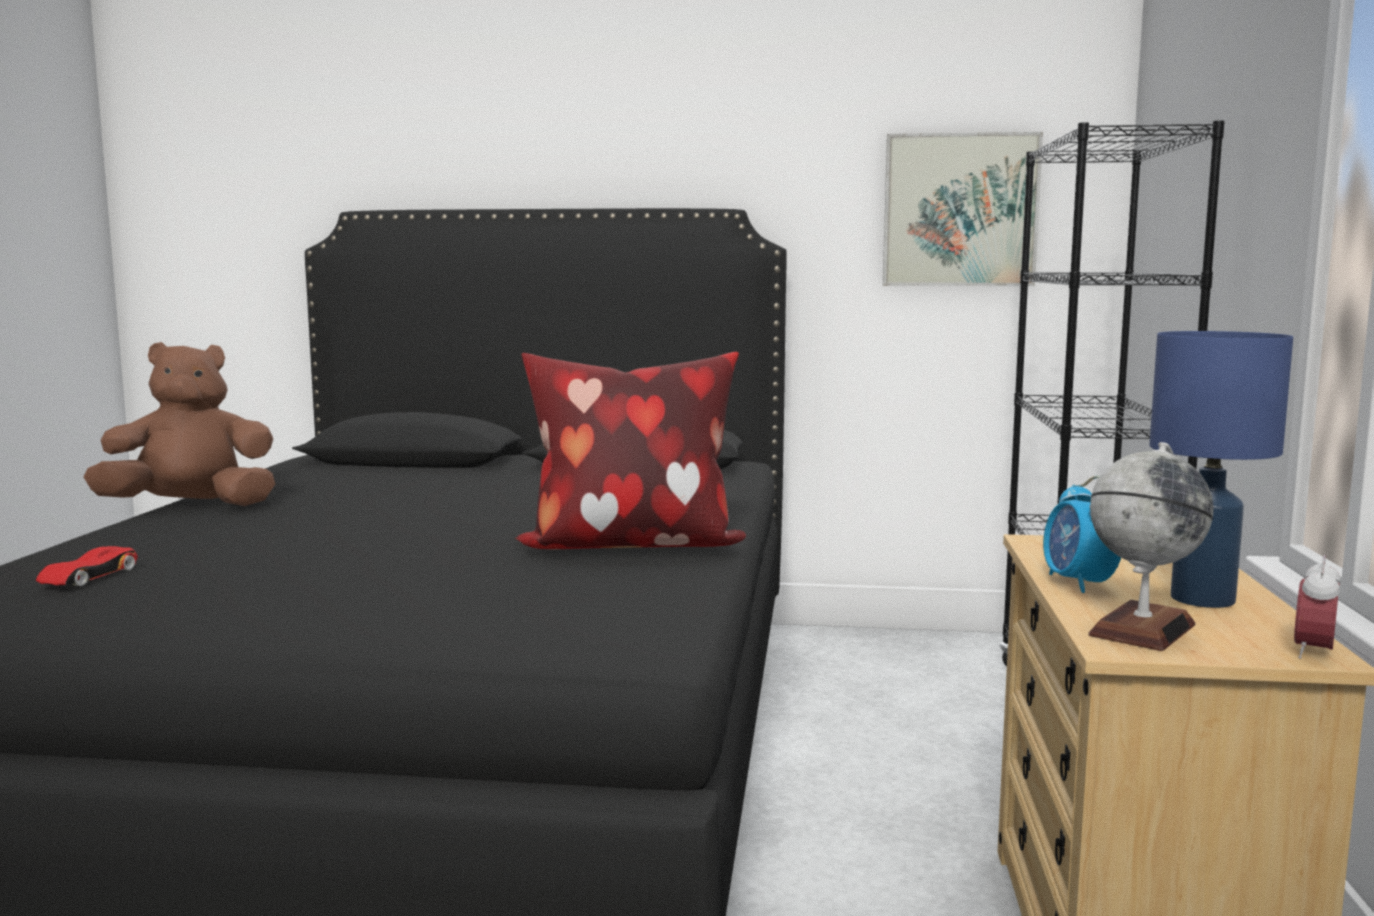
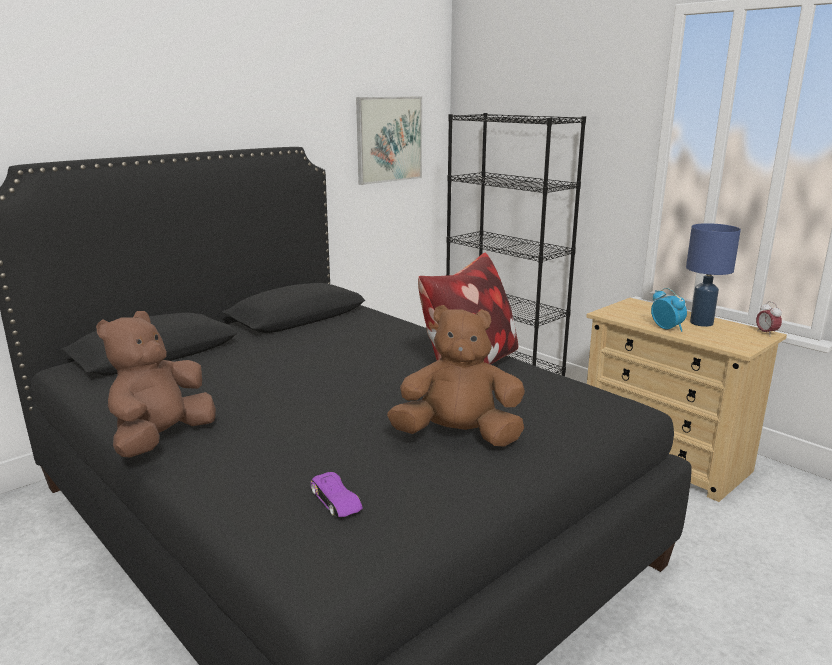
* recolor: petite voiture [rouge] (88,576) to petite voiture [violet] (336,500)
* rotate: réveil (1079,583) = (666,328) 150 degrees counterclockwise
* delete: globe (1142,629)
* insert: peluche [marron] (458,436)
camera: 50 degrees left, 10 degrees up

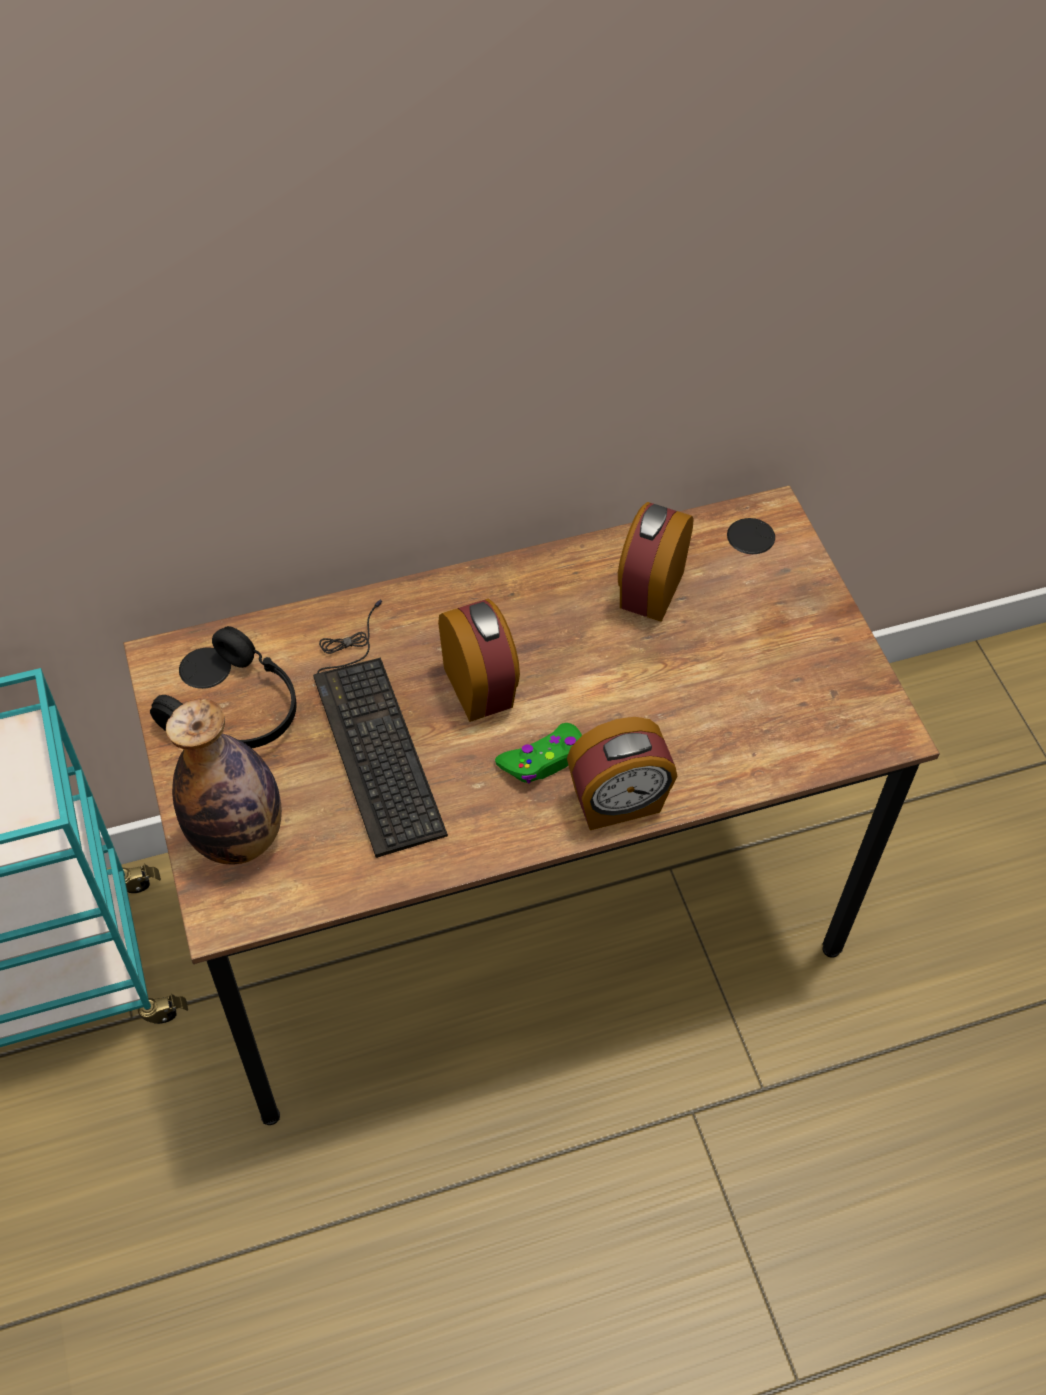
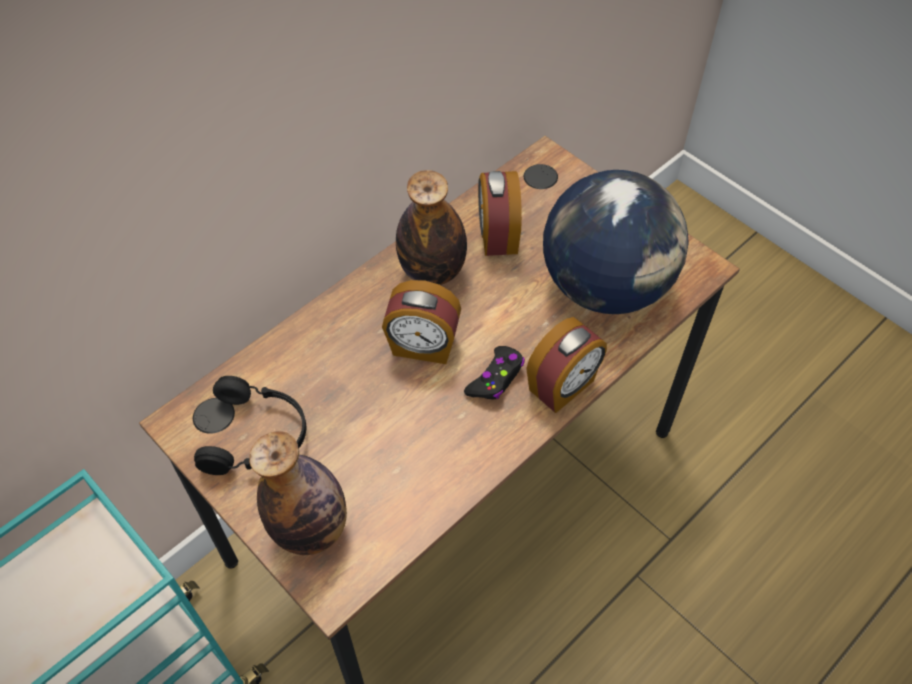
* delete: clavier (374,730)
* rotate: réveil (480,687) = (423,346) 150 degrees clockwise
* recolor: manette [vert] (543,760) to manette [noir] (496,378)
* insert: bouteille (432,271)
* insert: globe (605,286)
camera: 25 degrees left, 0 degrees up

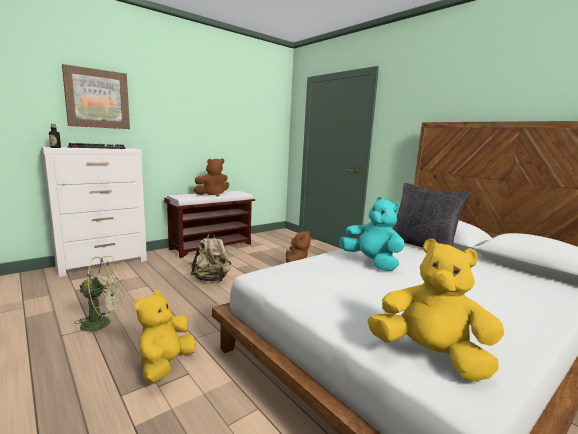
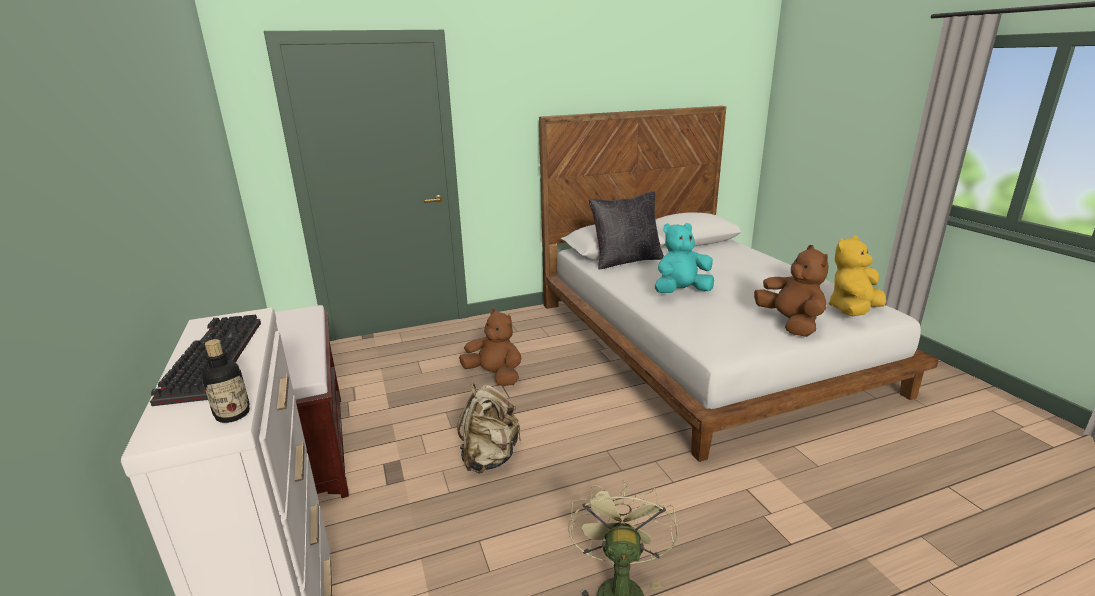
* delete: tableau (97,99)
* delete: peluche [jaune] (165,365)
* move: peluche [marron] (212,194) to (790,324)
camera: 70 degrees left, 10 degrees up

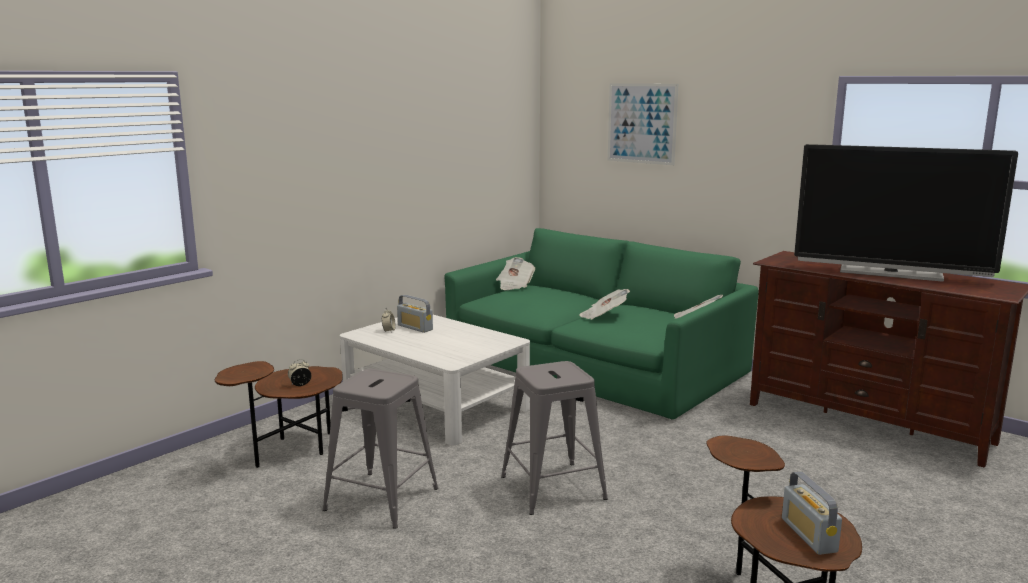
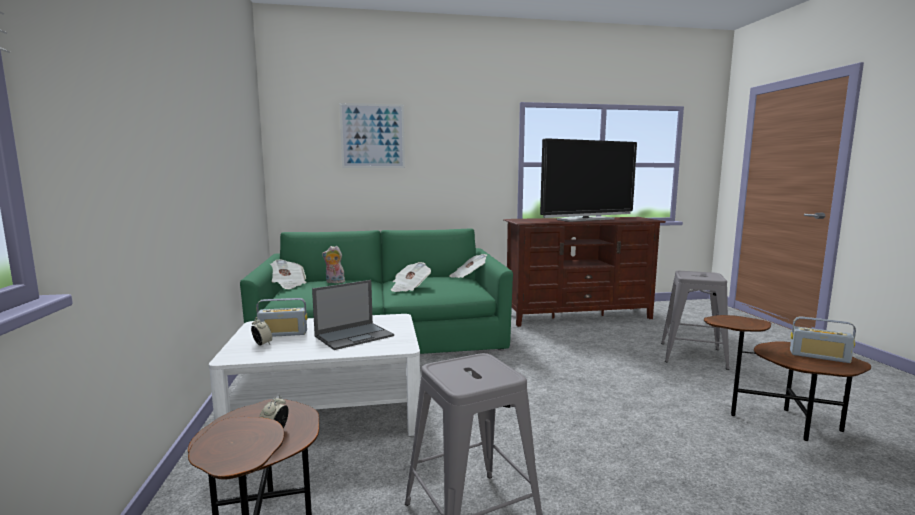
* move: tabouret [gris] (552,487) to (692,355)
* insert: ordinateur portable (355,336)
* insert: peluche (334,282)
camera: 50 degrees left, 5 degrees down

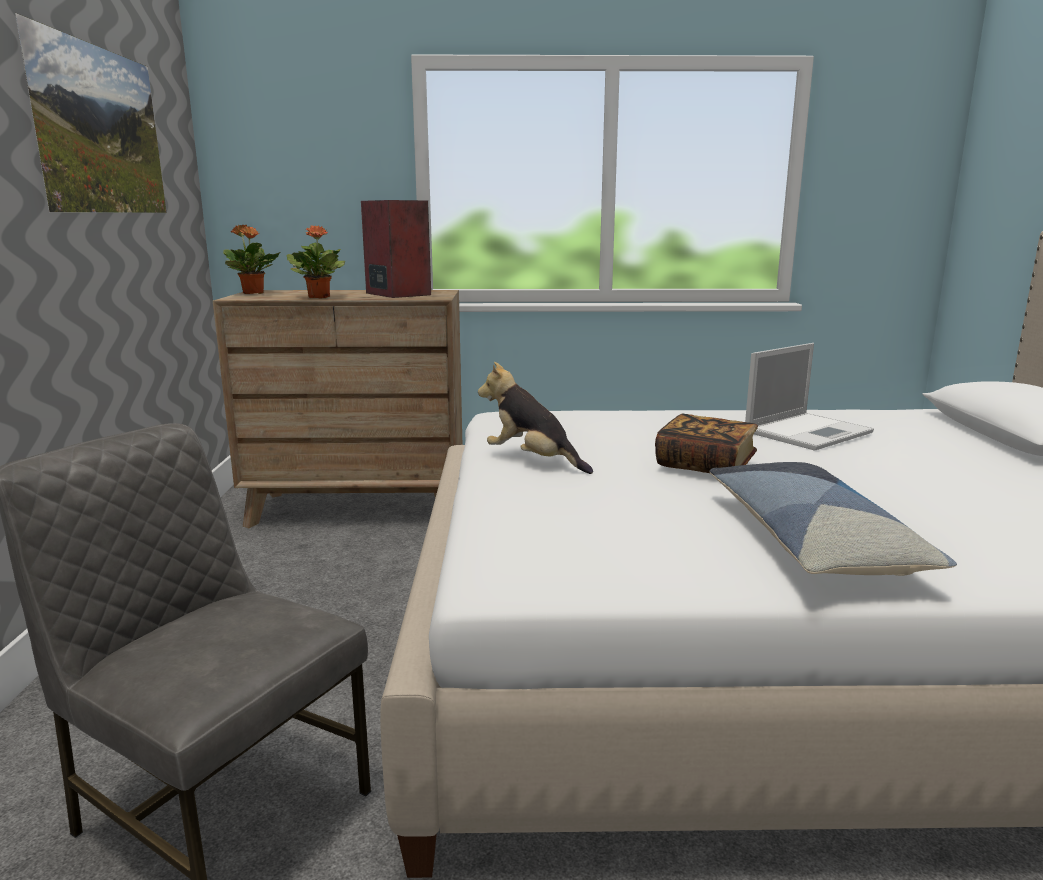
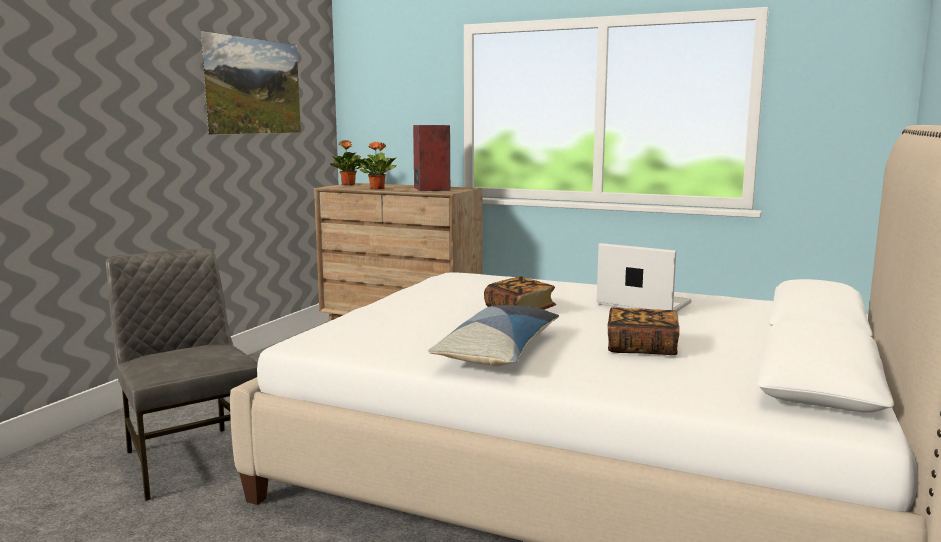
* delete: peluche (532,461)
* rotate: ordinateur portable (809,432) = (642,303) 135 degrees counterclockwise
* insert: livre (642,348)
camera: 25 degrees right, 5 degrees down

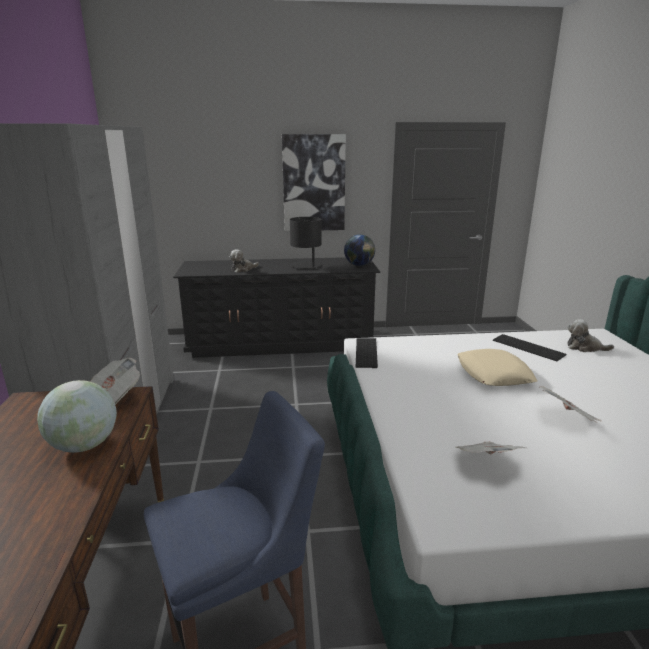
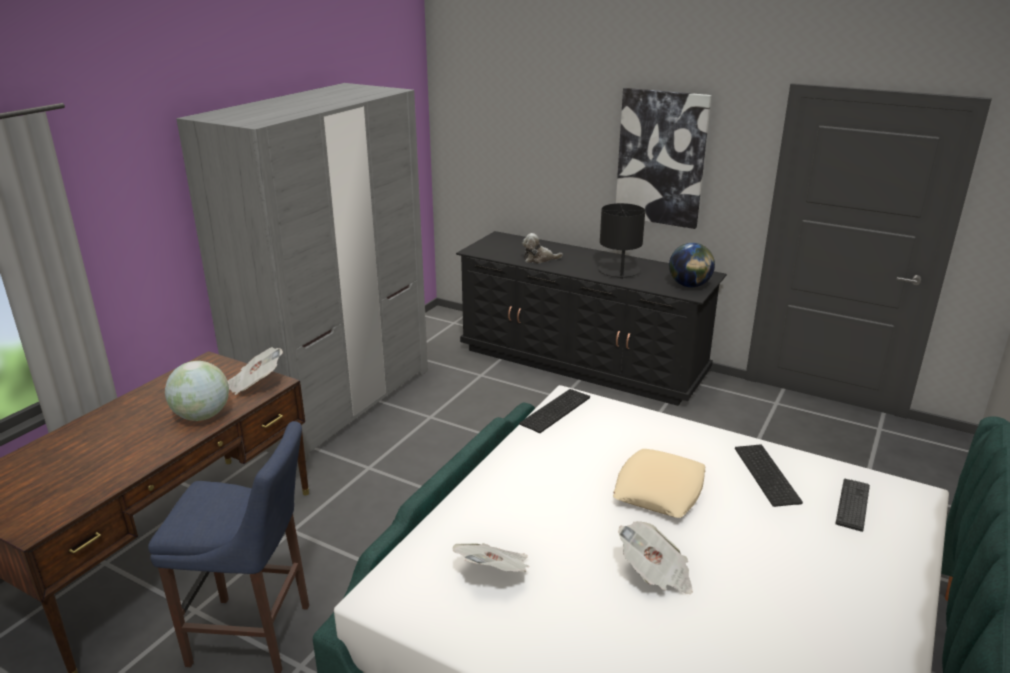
* replace: peluche (584,347) to clavier (852,505)
camera: 35 degrees right, 5 degrees up

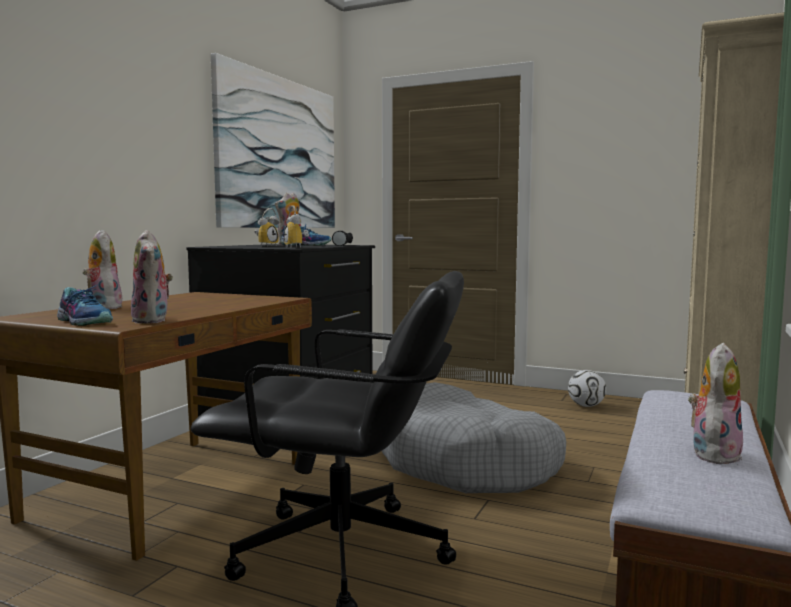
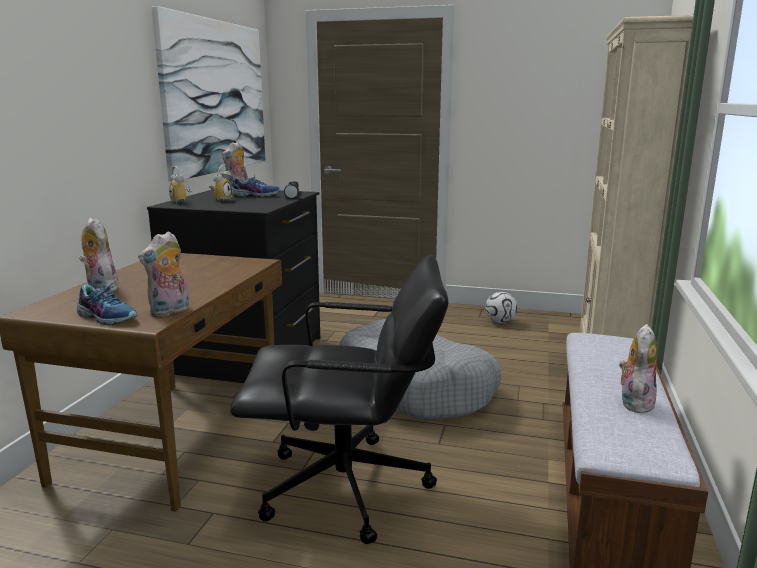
* rotate: peluche (153,320) = (170,311) 75 degrees clockwise
* move: réveil (297,247) to (182,202)
camera: 10 degrees left, 10 degrees up

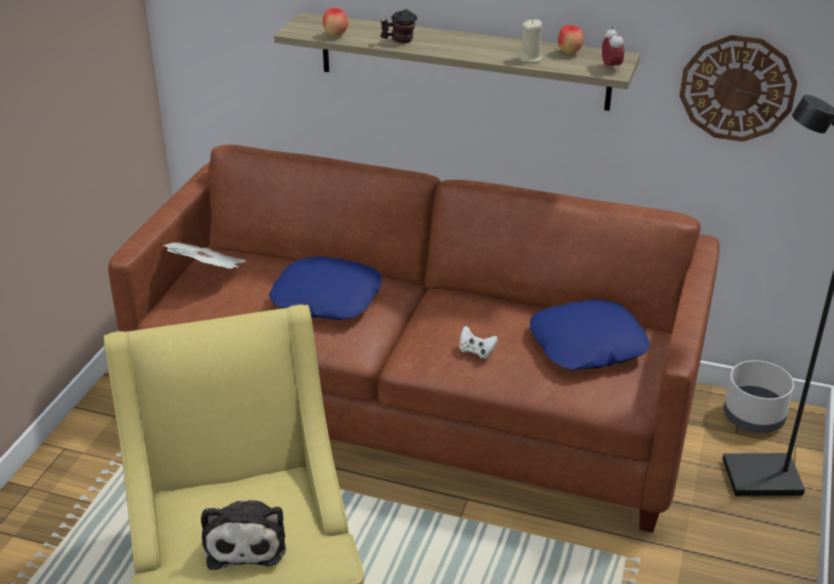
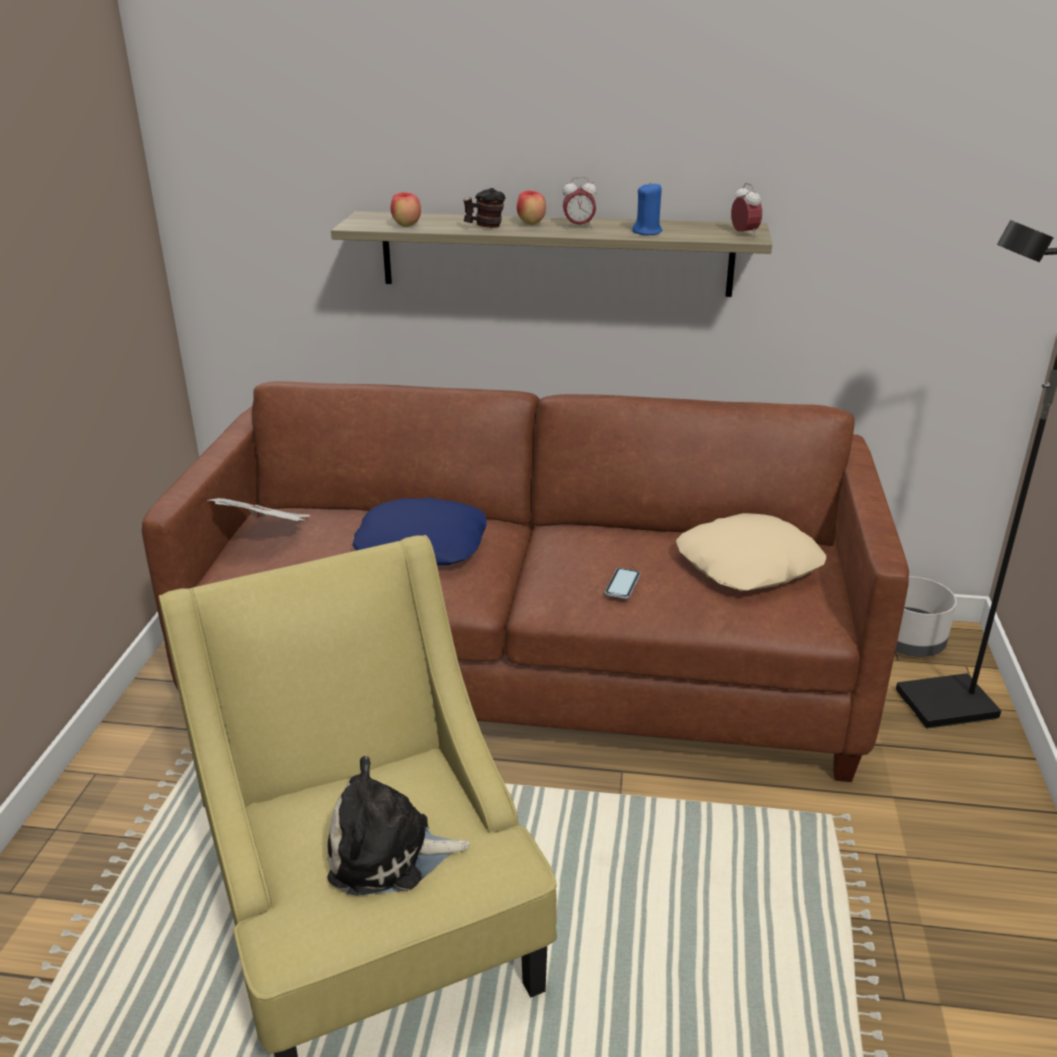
* rotate: peluche (246,541) = (388,853) 105 degrees clockwise
* replace: manette [blanc] (476,351) to téléphone (622,585)
* recolor: bougie [beige] (530,58) to bougie [bleu] (647,232)
* recolor: coussin [bleu] (588,345) to coussin [beige] (749,565)
* move: pomme (569,53) to (531,224)
* delete: horloge murale (737,88)
* insert: réveil (579,227)
camera: 10 degrees left, 5 degrees down

